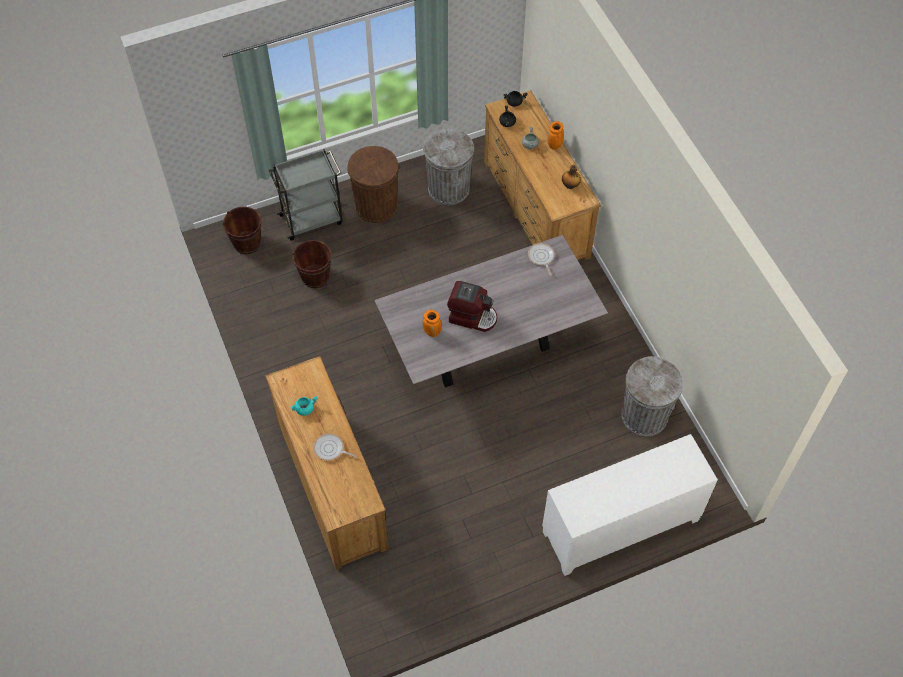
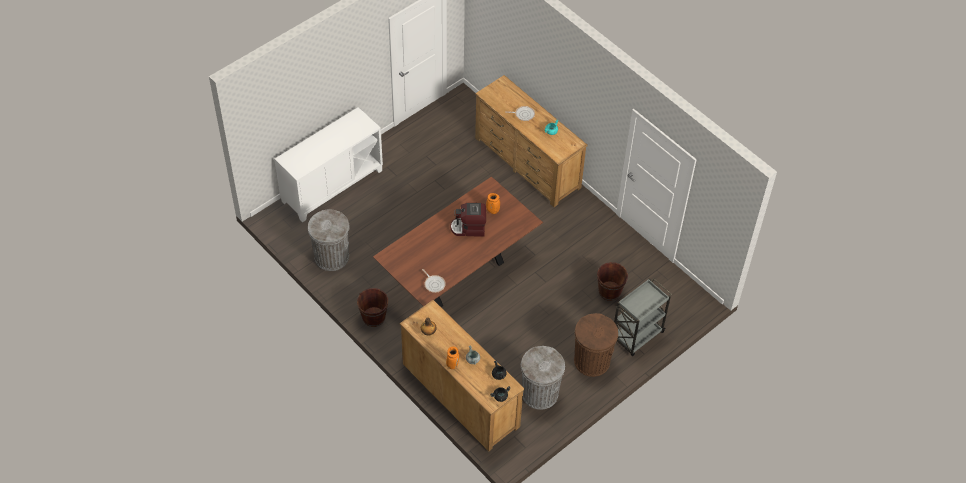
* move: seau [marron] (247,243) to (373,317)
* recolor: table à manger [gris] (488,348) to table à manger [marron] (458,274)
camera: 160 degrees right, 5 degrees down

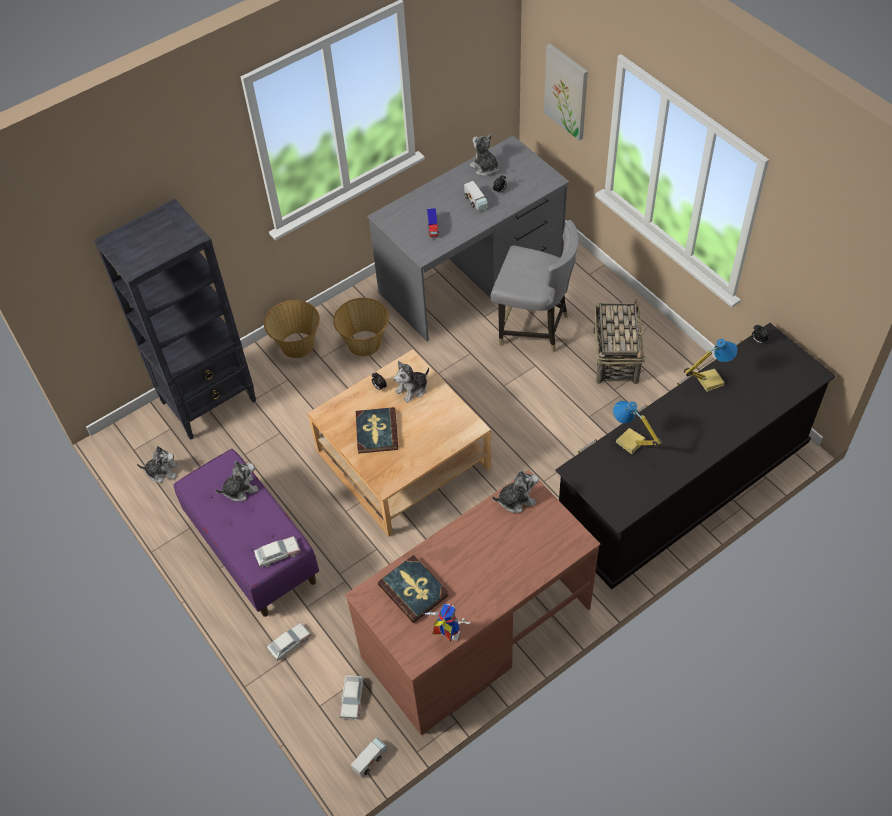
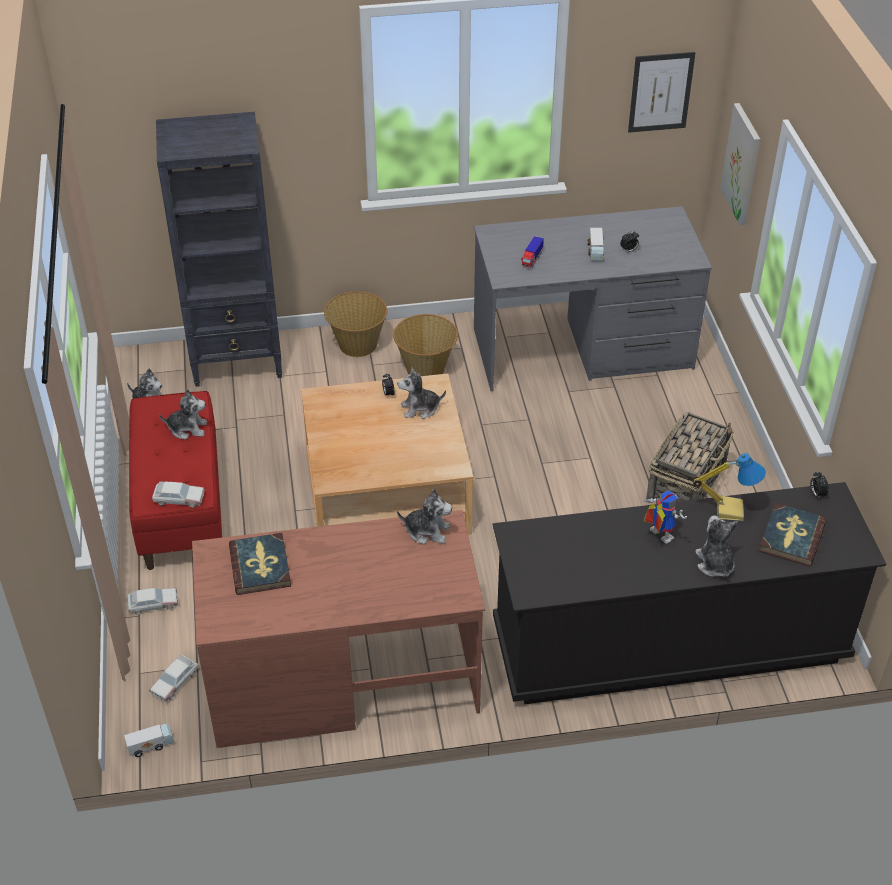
* recolor: banc [violet] (252,550) to banc [rouge] (180,506)
* move: livre (376,432) to (791,537)
* move: robot jouet (445,635) to (657,535)
* move: peluche (485,168) to (714,564)
* delete: chaise [gris] (533,328)
* delete: lampe de table (629,442)
* insert: tableau (660,92)
camera: 25 degrees right, 10 degrees down

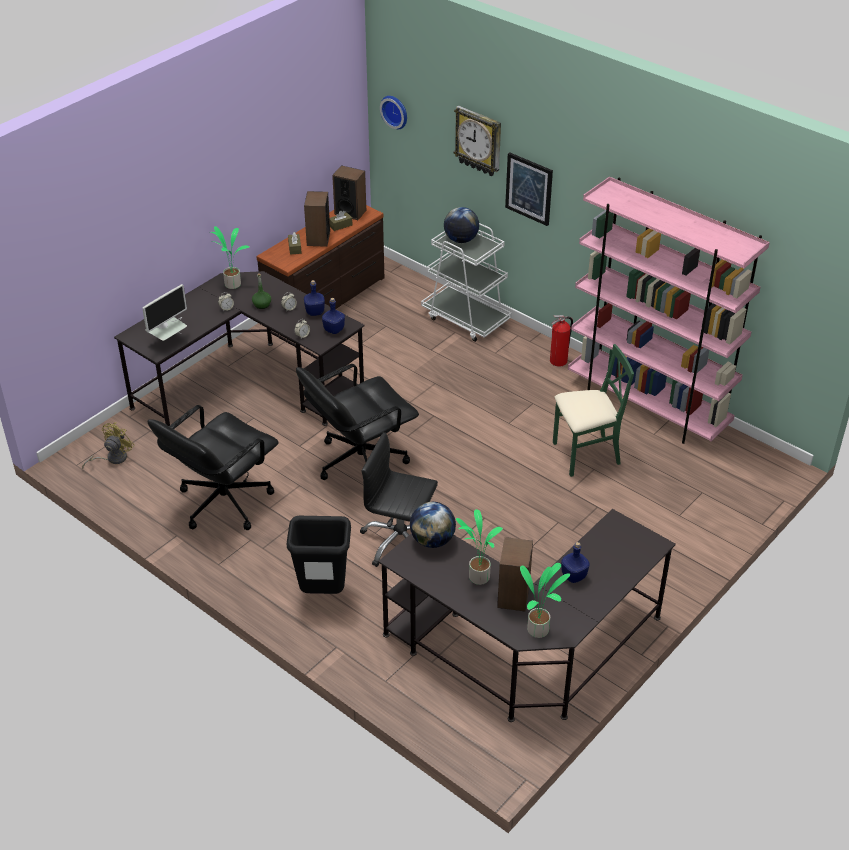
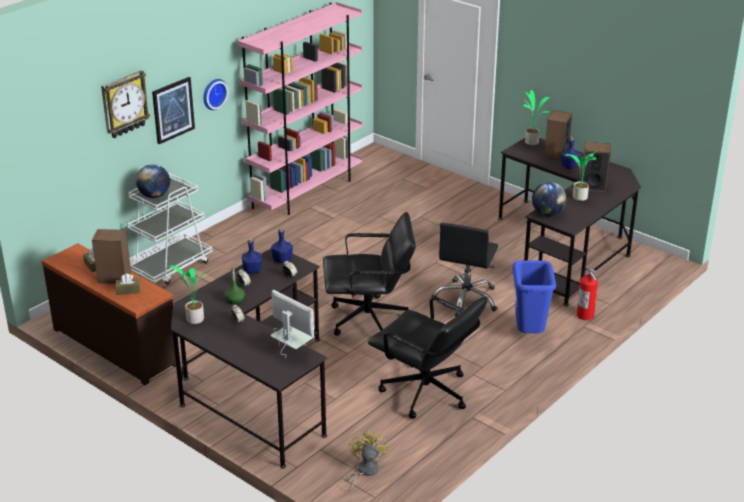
* rotate: ventilateur [jaune] (112,458) = (364,471) 60 degrees clockwise
* recolor: poubelle [noir] (322,593) to poubelle [bleu] (529,334)
* rotate: chaise de bureau [noir] (360,461) = (369,320) 60 degrees counterclockwise
* move: enceinte (350,212) to (556,154)
* move: horloge murale (395,111) to (213,93)
* move: plante en pot (539,630) to (531,142)
* move: extincteur (559,361) to (585,315)
* delete: chaise [vert] (585,454)
camera: 90 degrees left, 10 degrees down

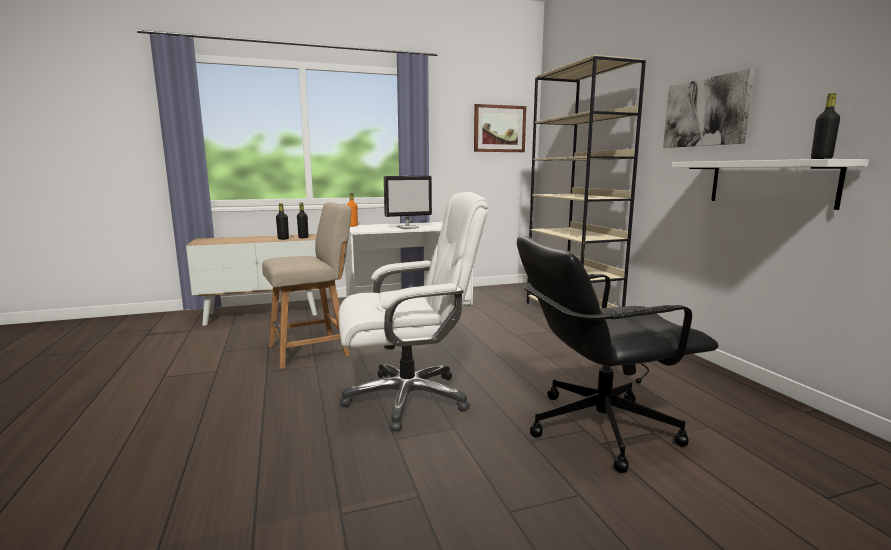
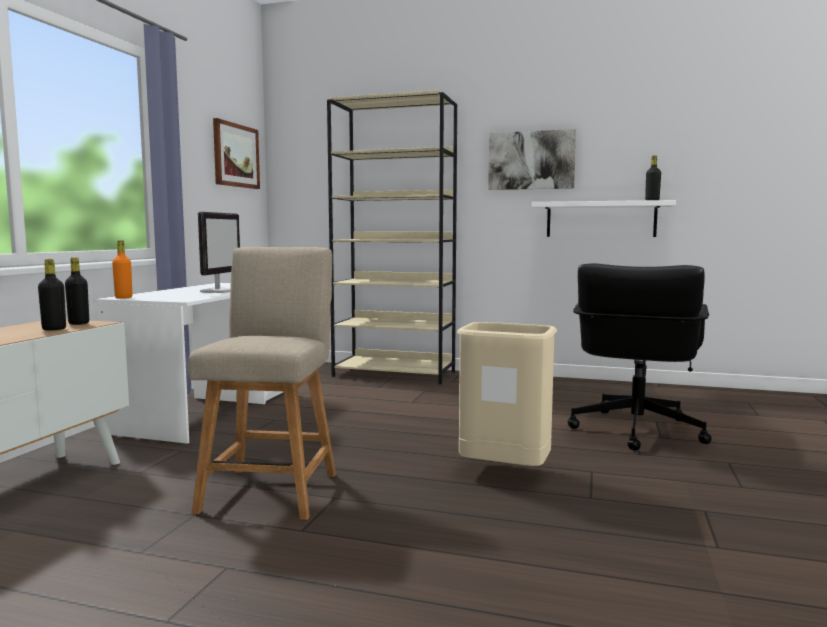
* replace: chaise de bureau [blanc] (409,398) to poubelle [beige] (505,473)
camera: 55 degrees left, 5 degrees down

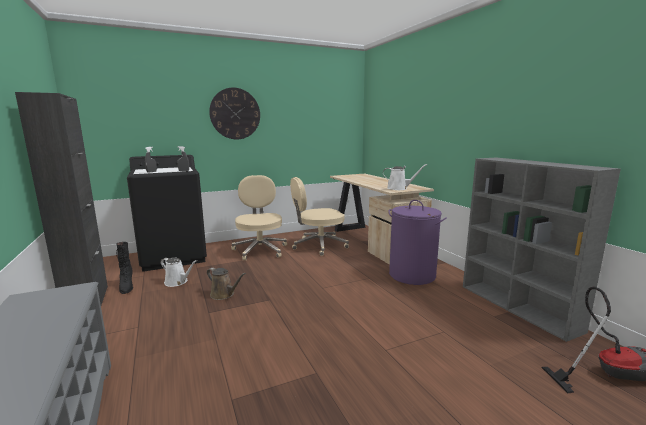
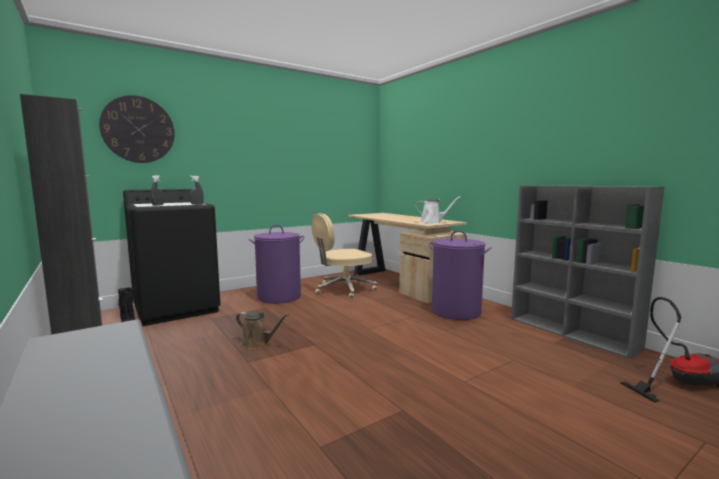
* delete: arrosoir [blanc] (177,282)
* move: horloge murale (235,114) to (138,129)
* replace: chaise de bureau [beige] (260,250) to panier à linge [violet] (279,297)
camera: 10 degrees left, 5 degrees down

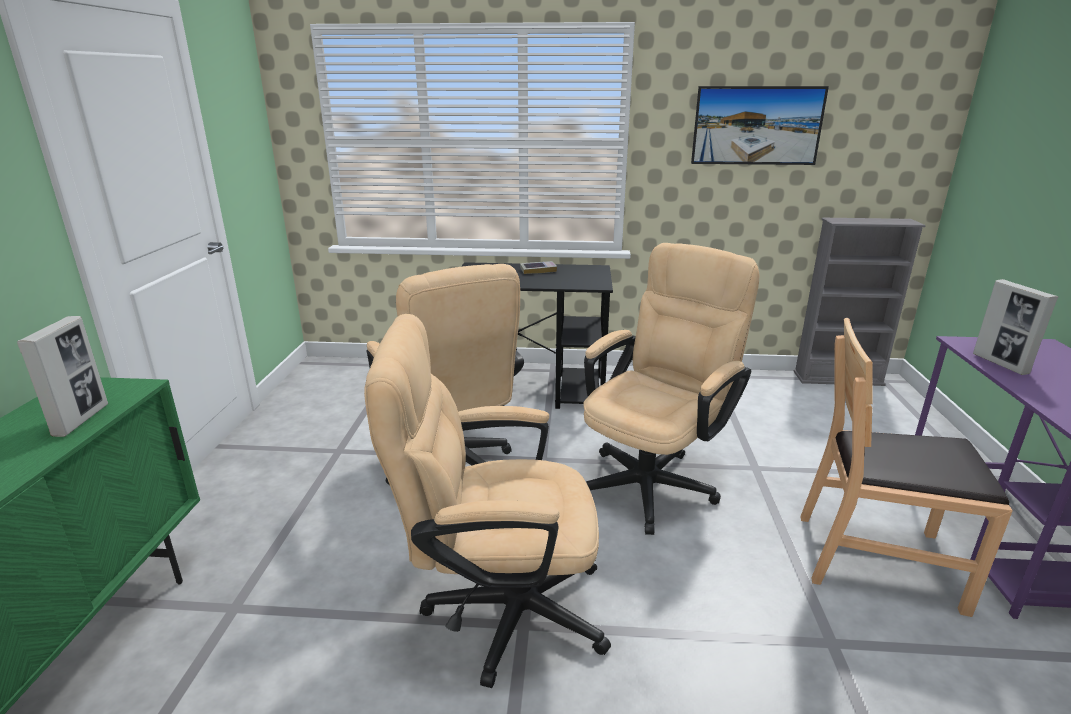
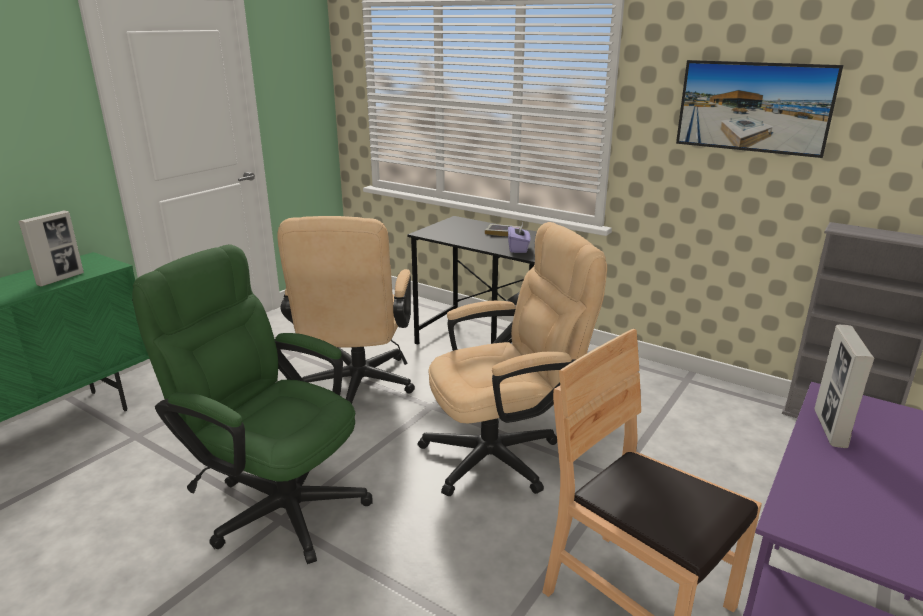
* recolor: chaise de bureau [beige] (498,610) to chaise de bureau [vert] (276,502)
* insert: boîte à mouchoirs [violet] (518,248)
camera: 30 degrees right, 0 degrees up

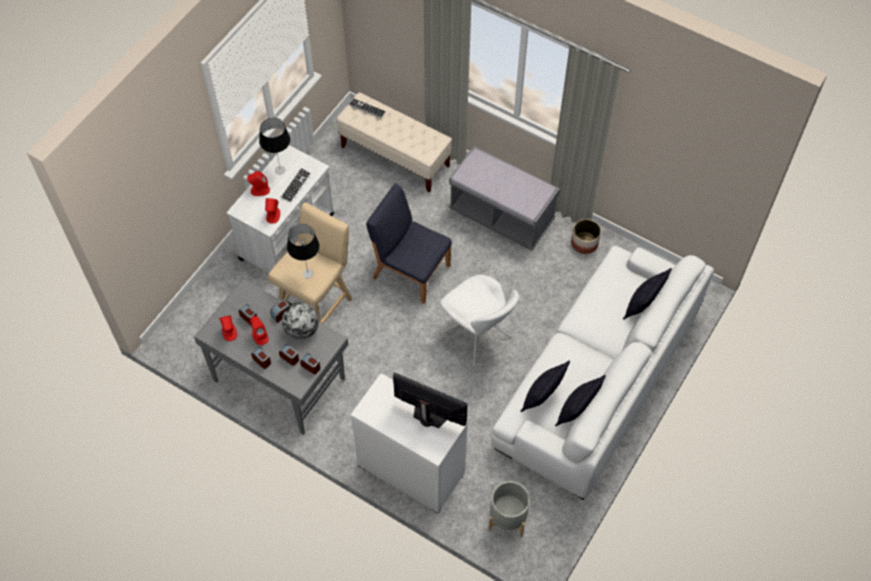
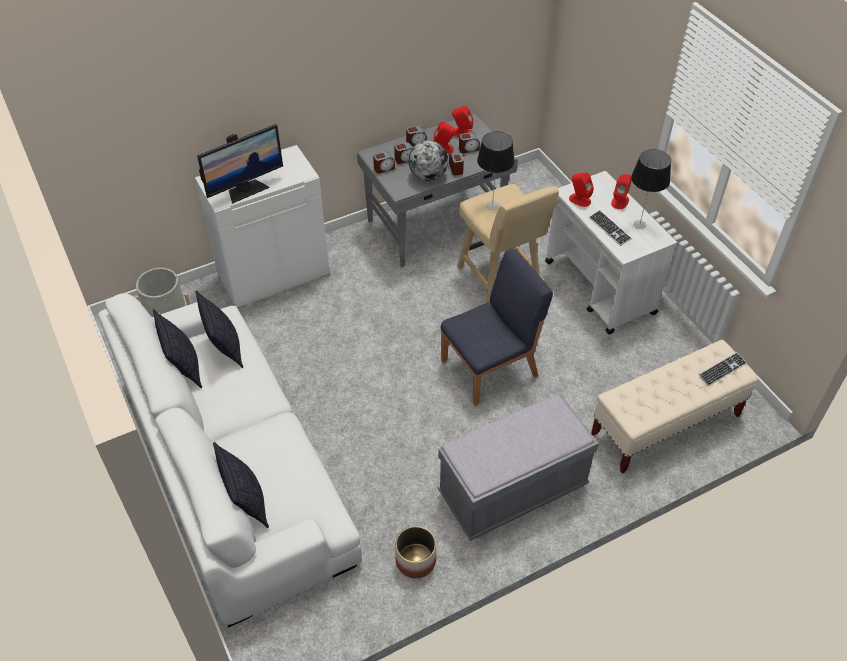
* delete: chaise [blanc] (477,337)
camera: 120 degrees right, 10 degrees down

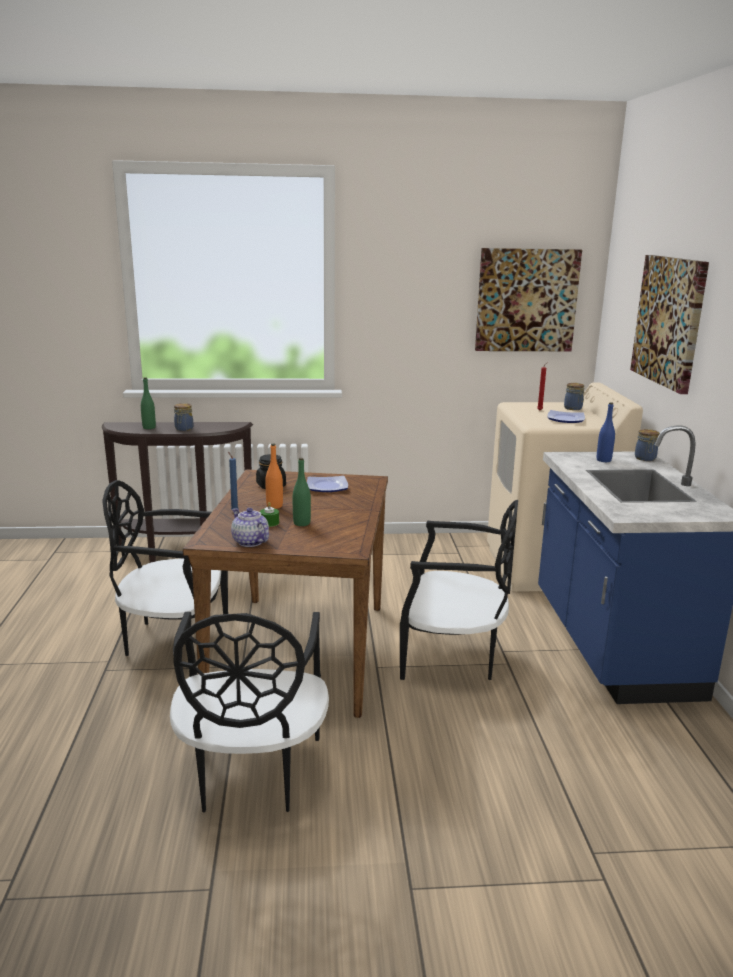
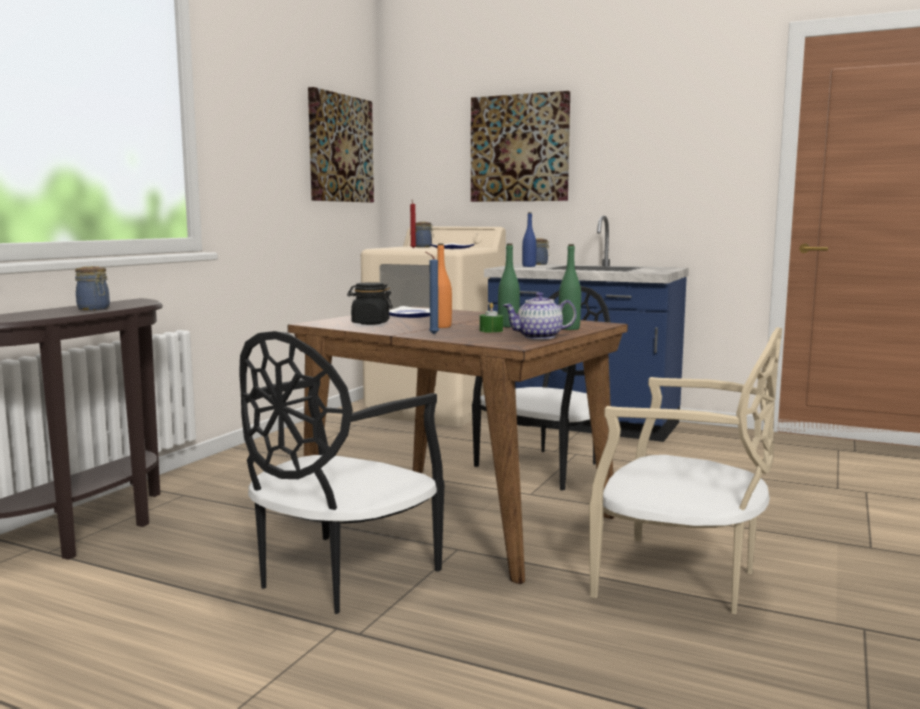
* move: bouteille [vert] (149,427) to (569,328)
* recolor: chaise [noir] (251,774) to chaise [beige] (680,579)
camera: 60 degrees left, 10 degrees down

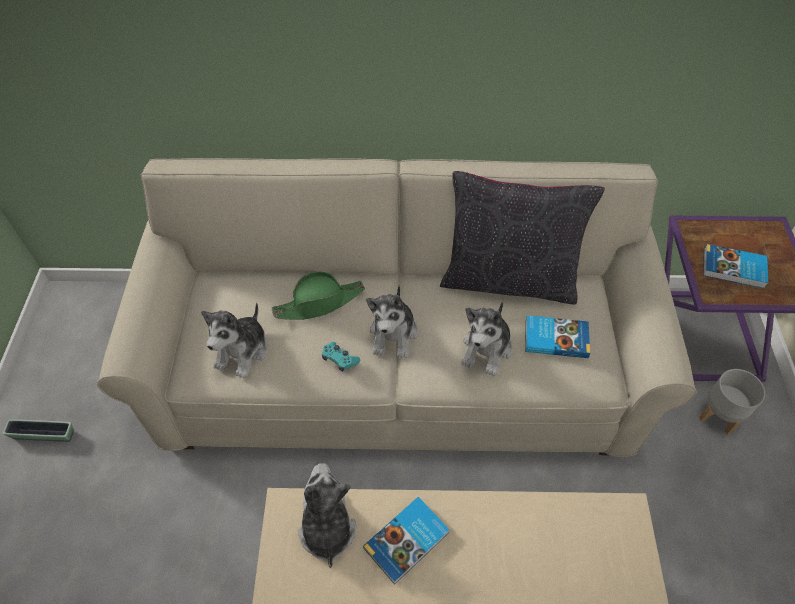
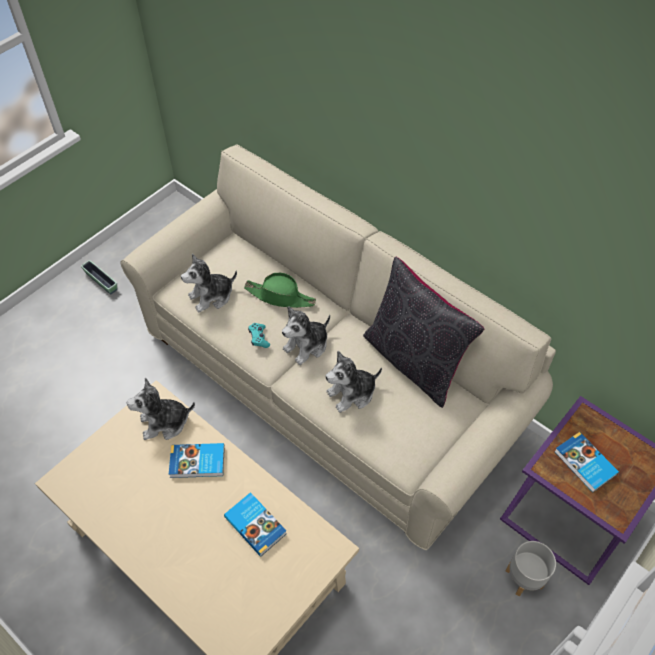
* rotate: peluche (326,527) = (164,423) 135 degrees counterclockwise
* move: livre (555,338) to (256,524)
camera: 40 degrees right, 0 degrees up

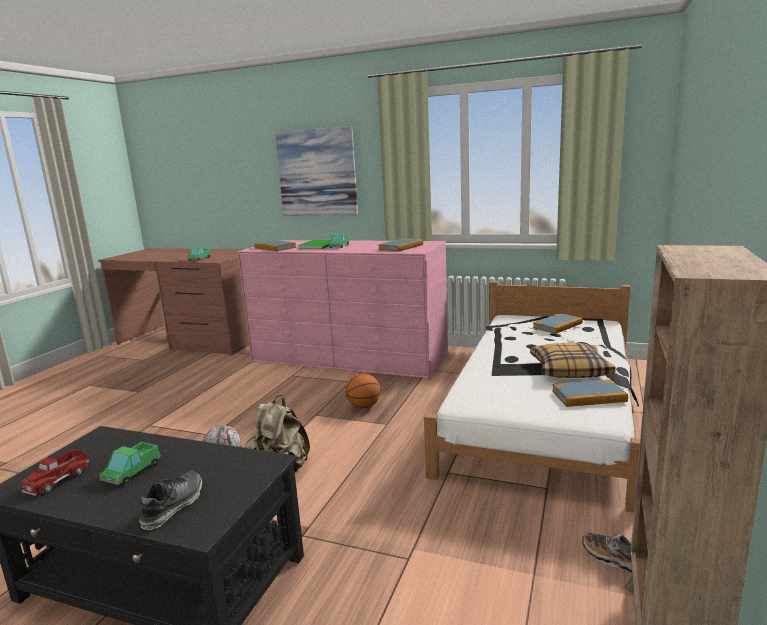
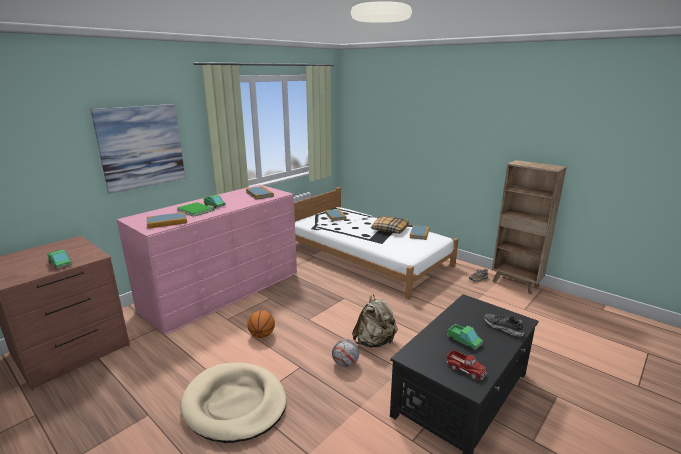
* move: ballon de basket (364,406) to (262,335)
* insert: panier pour chien [beige] (235,404)
camera: 70 degrees left, 5 degrees up

